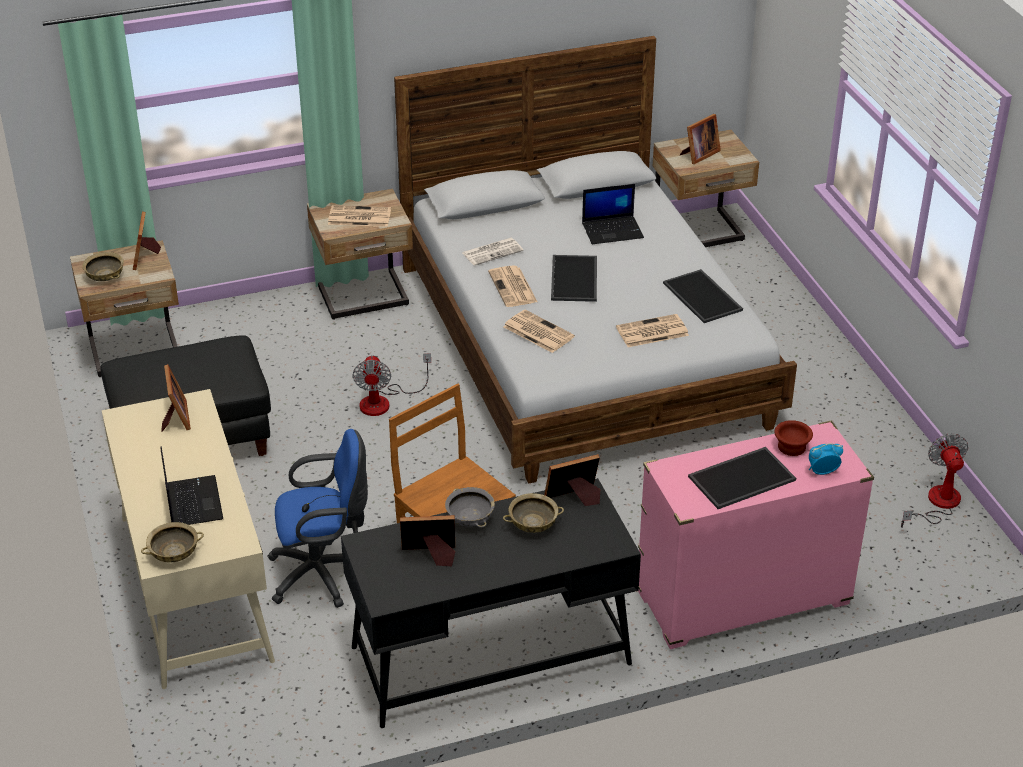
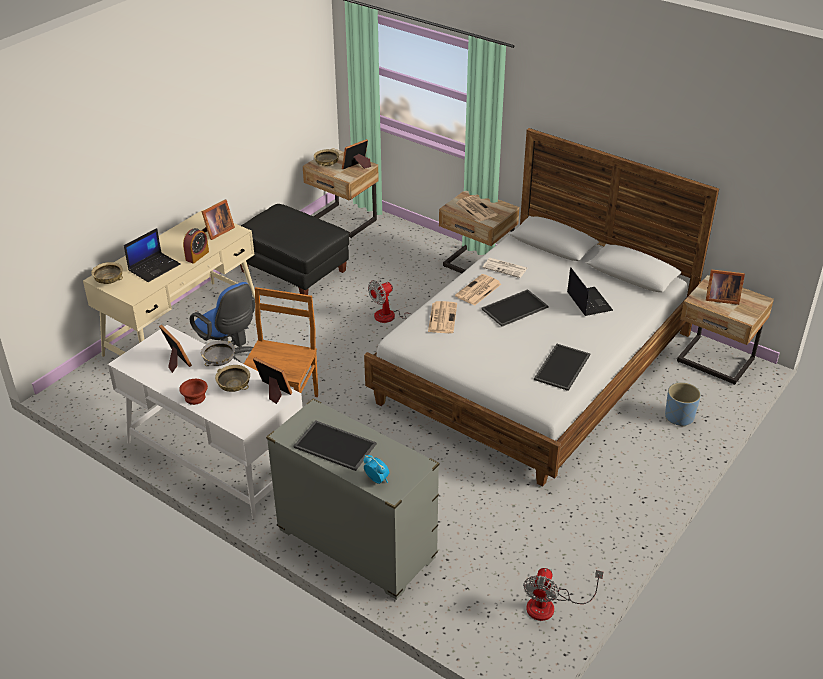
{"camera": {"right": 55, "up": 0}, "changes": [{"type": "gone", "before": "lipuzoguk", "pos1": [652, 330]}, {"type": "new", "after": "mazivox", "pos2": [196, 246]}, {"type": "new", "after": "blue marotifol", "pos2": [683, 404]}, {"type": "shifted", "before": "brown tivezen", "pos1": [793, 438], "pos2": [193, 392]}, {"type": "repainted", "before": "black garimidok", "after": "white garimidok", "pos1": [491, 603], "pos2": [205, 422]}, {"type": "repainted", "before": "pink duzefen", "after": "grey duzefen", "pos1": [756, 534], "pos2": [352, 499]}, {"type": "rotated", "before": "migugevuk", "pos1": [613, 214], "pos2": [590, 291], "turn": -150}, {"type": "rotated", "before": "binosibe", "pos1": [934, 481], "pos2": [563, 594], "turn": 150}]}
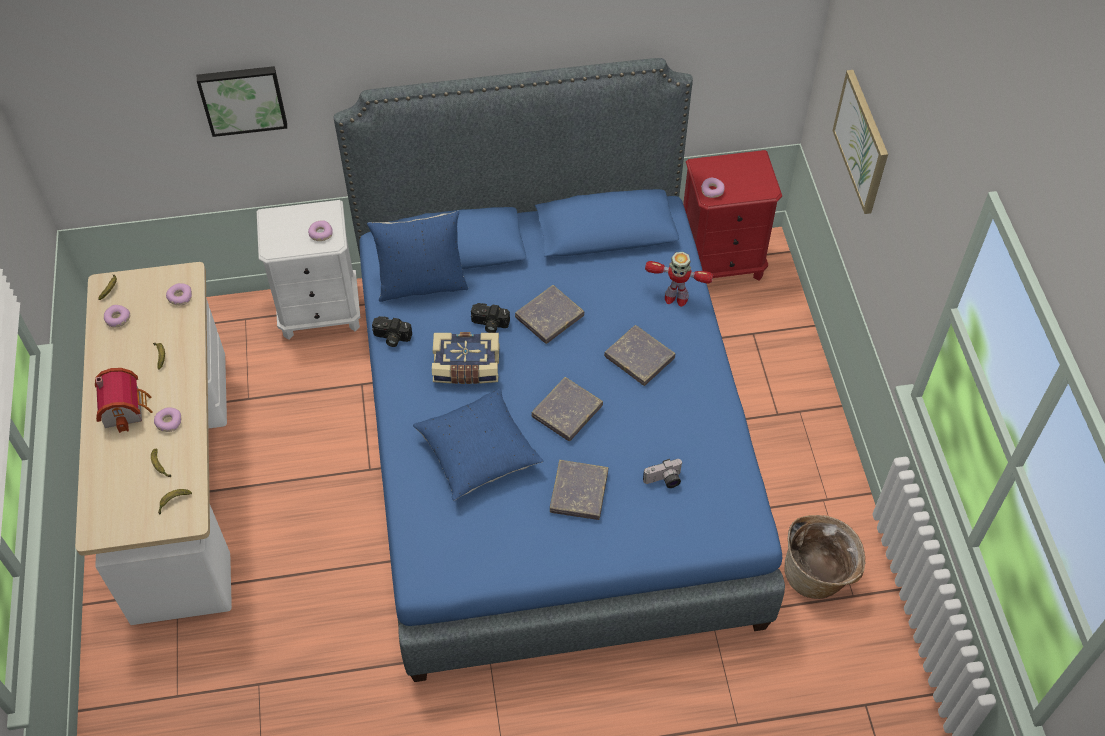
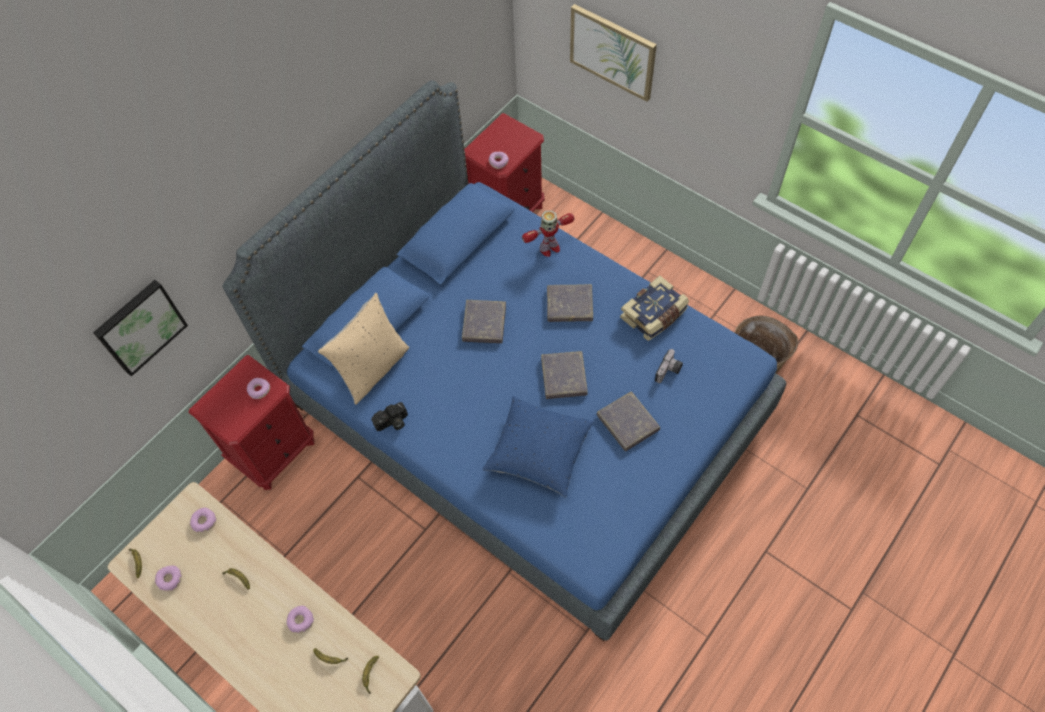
{"camera": {"right": -40, "up": 5}, "changes": [{"type": "gone", "before": "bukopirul", "pos1": [124, 400]}, {"type": "gone", "before": "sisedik", "pos1": [490, 318]}, {"type": "shifted", "before": "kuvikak", "pos1": [465, 358], "pos2": [654, 308]}, {"type": "repainted", "before": "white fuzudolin", "after": "red fuzudolin", "pos1": [308, 270], "pos2": [251, 422]}, {"type": "repainted", "before": "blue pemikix", "after": "beige pemikix", "pos1": [417, 256], "pos2": [363, 349]}]}
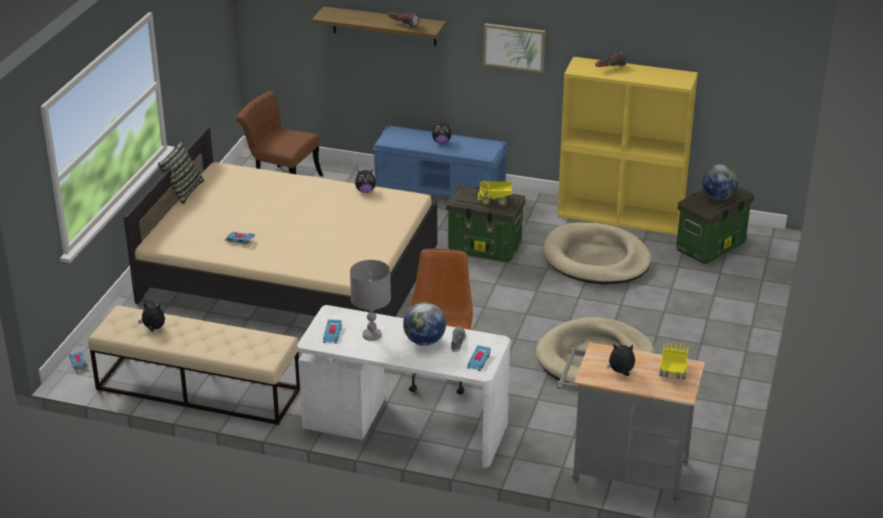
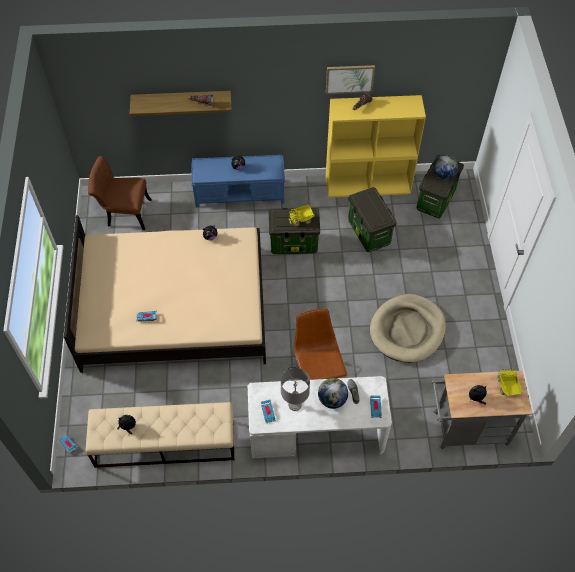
{"camera": {"right": -20, "up": 25}, "changes": [{"type": "gone", "before": "pemikix", "pos1": [181, 172]}, {"type": "shifted", "before": "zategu", "pos1": [514, 48], "pos2": [350, 79]}, {"type": "swapped", "before": "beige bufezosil", "after": "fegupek", "pos1": [597, 253], "pos2": [372, 219]}]}
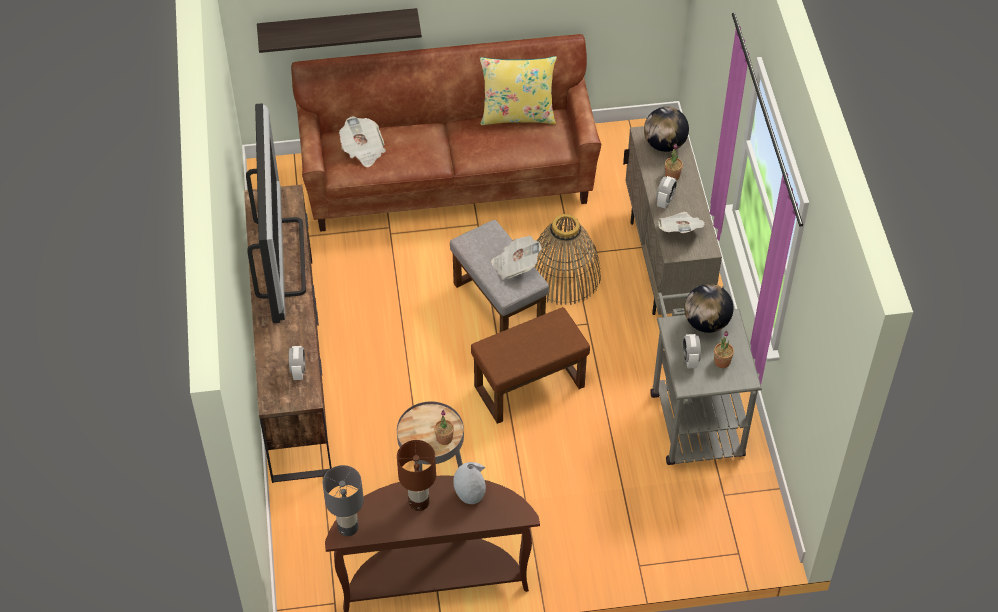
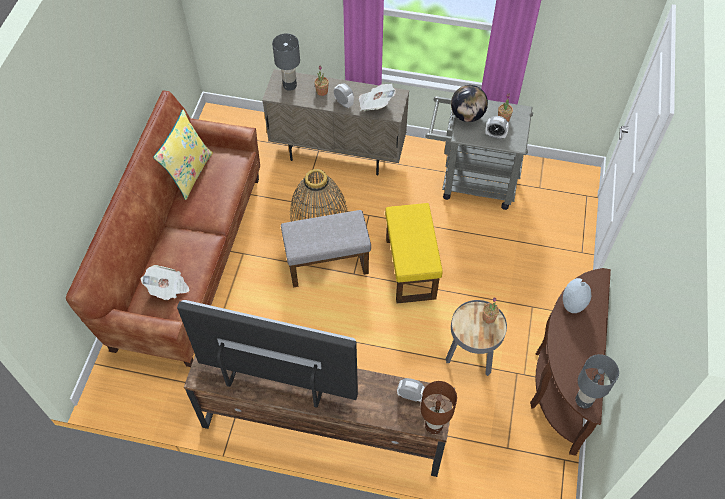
{"camera": {"right": -70, "up": 5}, "changes": [{"type": "gone", "before": "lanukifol", "pos1": [339, 30]}, {"type": "gone", "before": "lipuzoguk", "pos1": [516, 257]}, {"type": "shifted", "before": "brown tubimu", "pos1": [416, 475], "pos2": [439, 407]}, {"type": "swapped", "before": "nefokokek", "after": "grey tubimu", "pos1": [666, 129], "pos2": [286, 62]}, {"type": "repainted", "before": "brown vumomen", "after": "yellow vumomen", "pos1": [530, 365], "pos2": [414, 253]}]}
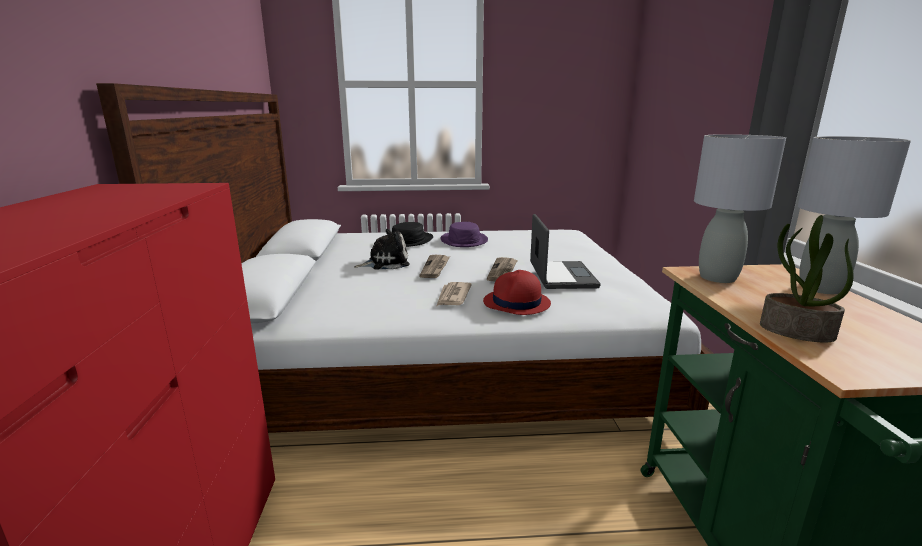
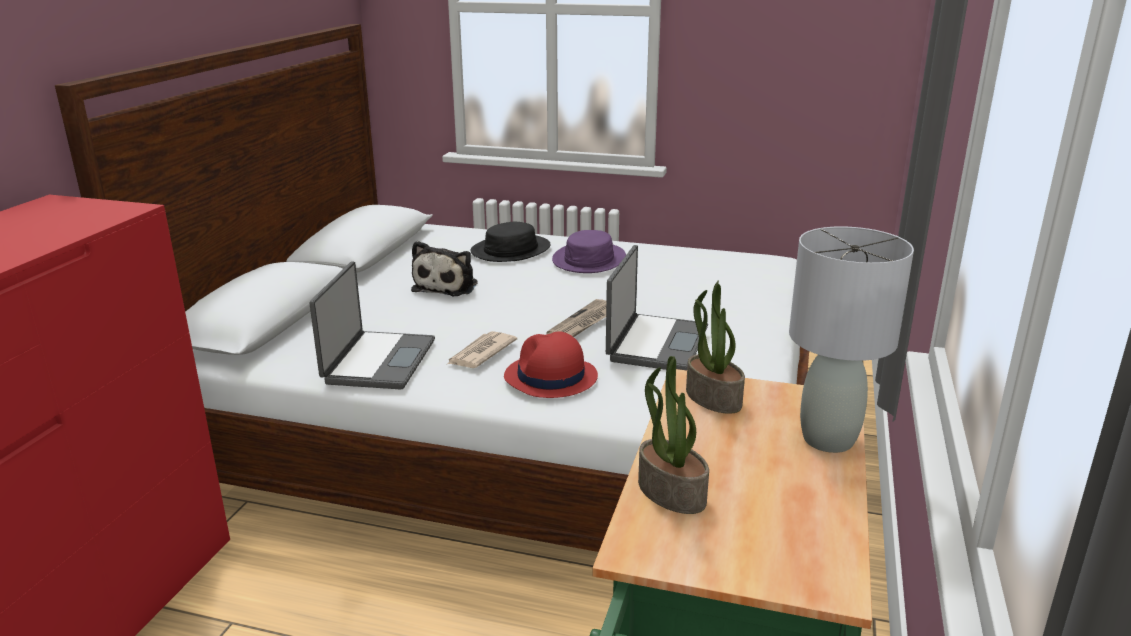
{"camera": {"right": 20, "up": 5}, "changes": [{"type": "gone", "before": "lipuzoguk", "pos1": [434, 266]}, {"type": "new", "after": "migugevuk", "pos2": [372, 326]}, {"type": "swapped", "before": "grey tubimu", "after": "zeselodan", "pos1": [740, 208], "pos2": [715, 347]}, {"type": "rotated", "before": "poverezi", "pos1": [382, 249], "pos2": [444, 268], "turn": 105}]}
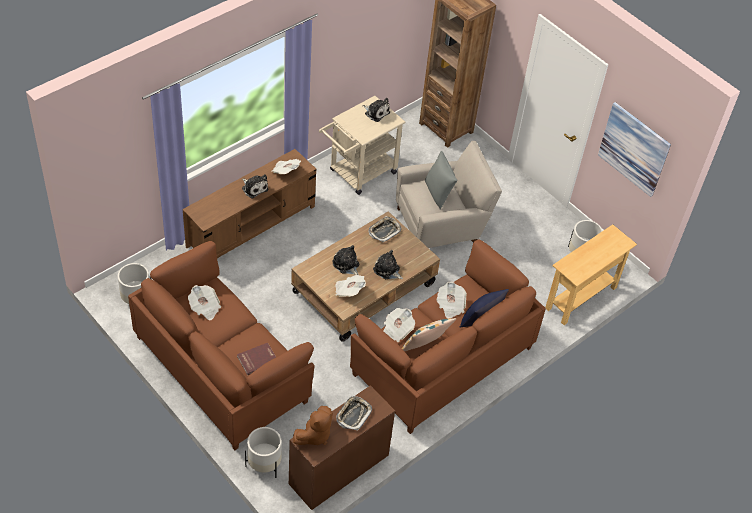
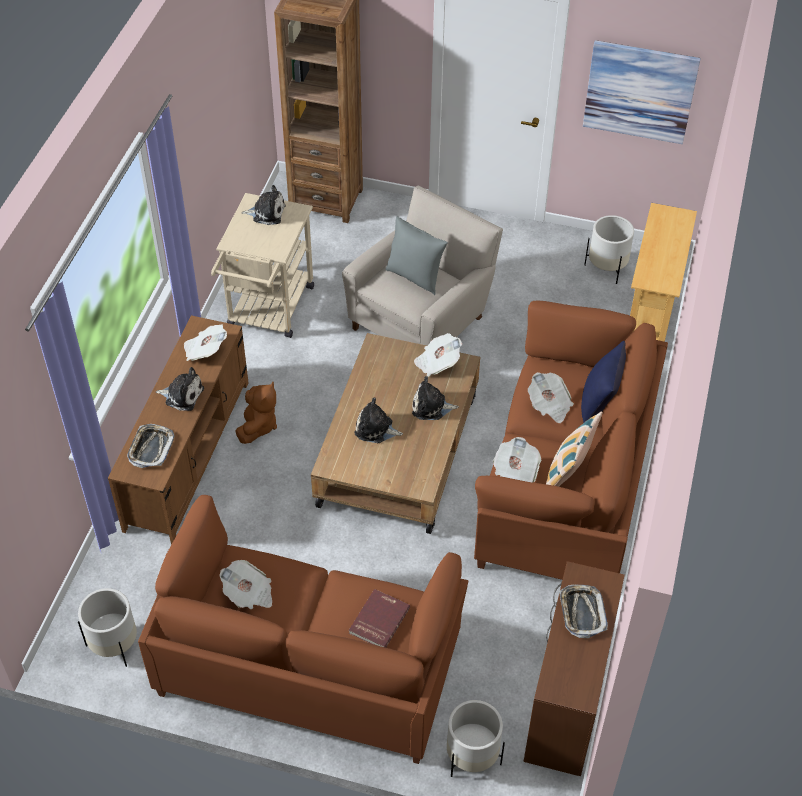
{"camera": {"right": -30, "up": 0}, "changes": [{"type": "shifted", "before": "brown poverezi", "pos1": [313, 425], "pos2": [256, 413]}, {"type": "shifted", "before": "lipuzoguk", "pos1": [350, 286], "pos2": [438, 355]}, {"type": "shifted", "before": "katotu", "pos1": [385, 229], "pos2": [151, 446]}]}
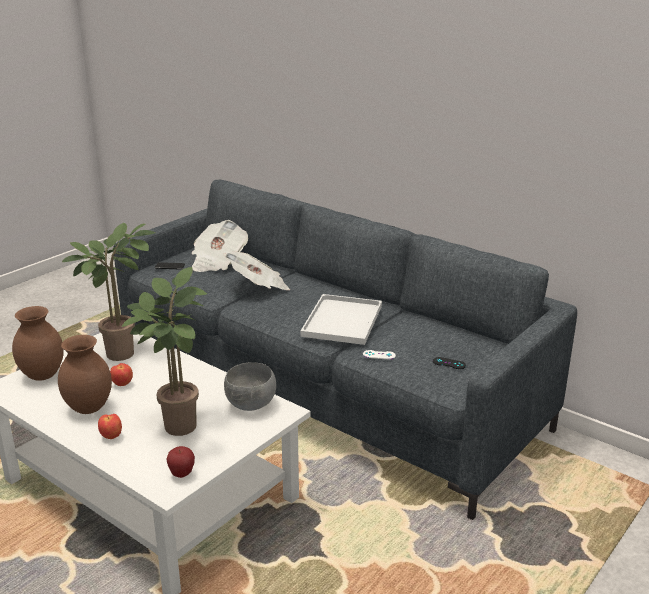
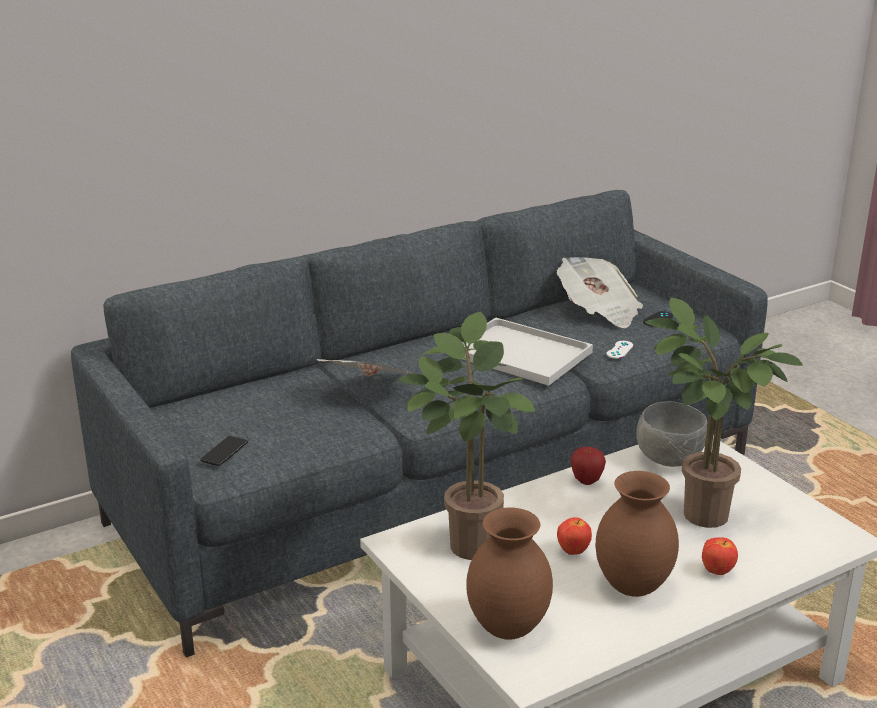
{"camera": {"right": -70, "up": 0}, "changes": [{"type": "shifted", "before": "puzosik", "pos1": [180, 462], "pos2": [588, 466]}, {"type": "shifted", "before": "lipuzoguk", "pos1": [220, 246], "pos2": [600, 292]}]}
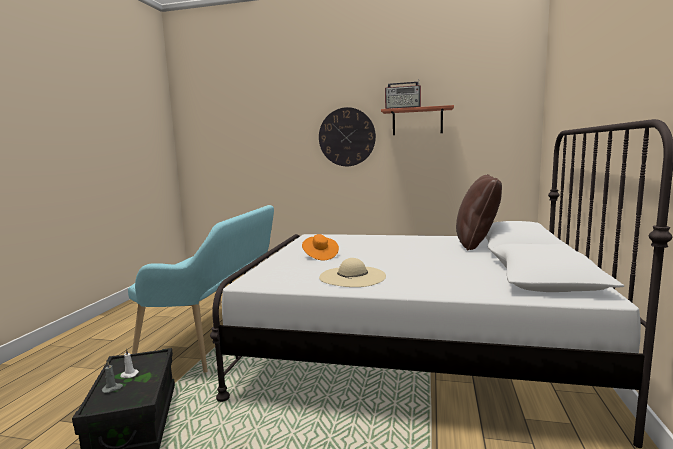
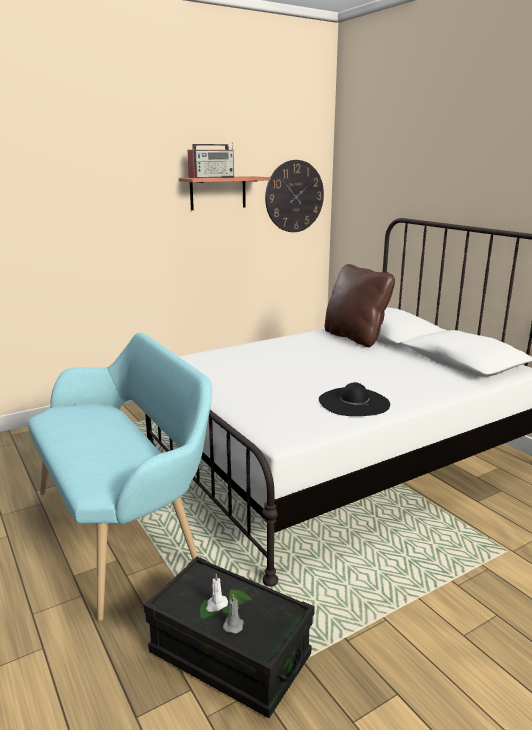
{"camera": {"right": -45, "up": 10}, "changes": [{"type": "gone", "before": "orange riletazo", "pos1": [320, 247]}, {"type": "shifted", "before": "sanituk", "pos1": [347, 136], "pos2": [294, 196]}, {"type": "repainted", "before": "beige riletazo", "after": "black riletazo", "pos1": [352, 272], "pos2": [354, 399]}]}
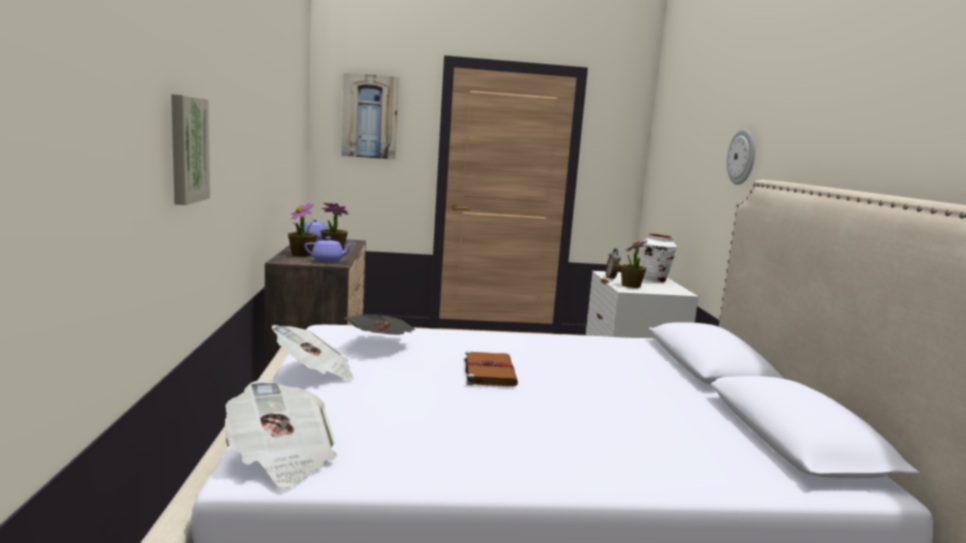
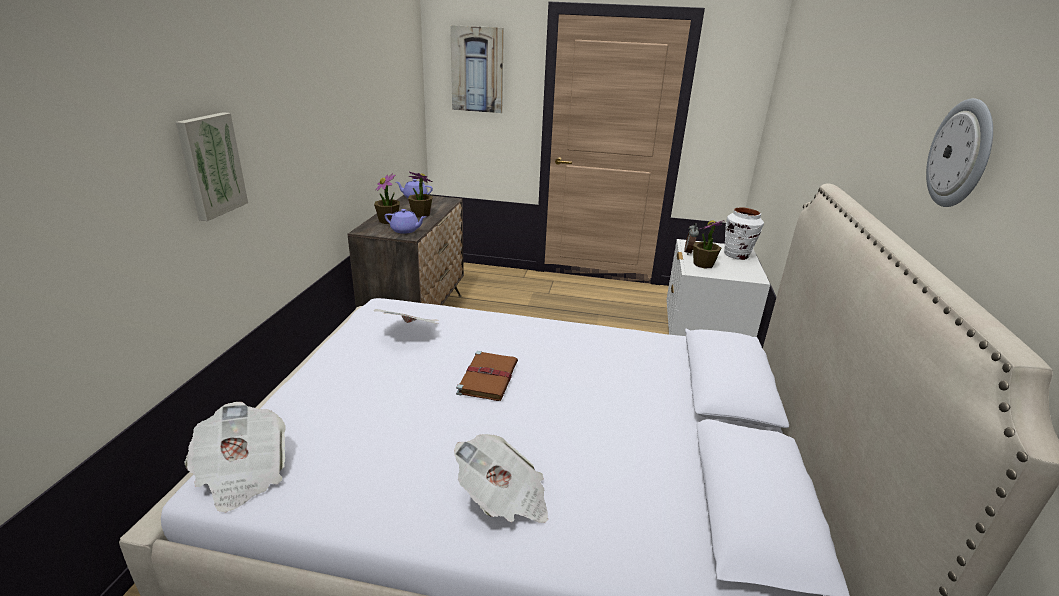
{"camera": {"right": 15, "up": 15}, "changes": [{"type": "shifted", "before": "lipuzoguk", "pos1": [313, 352], "pos2": [501, 478]}, {"type": "shifted", "before": "sanituk", "pos1": [741, 157], "pos2": [959, 152]}]}
